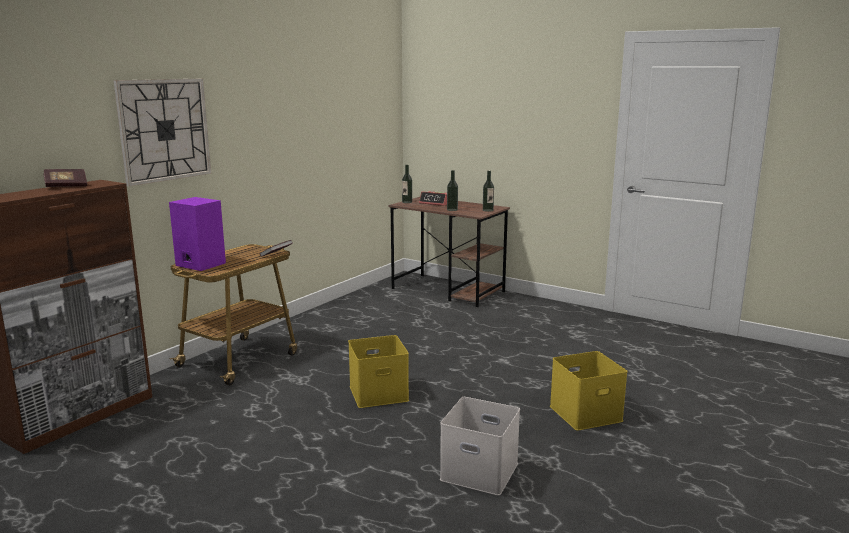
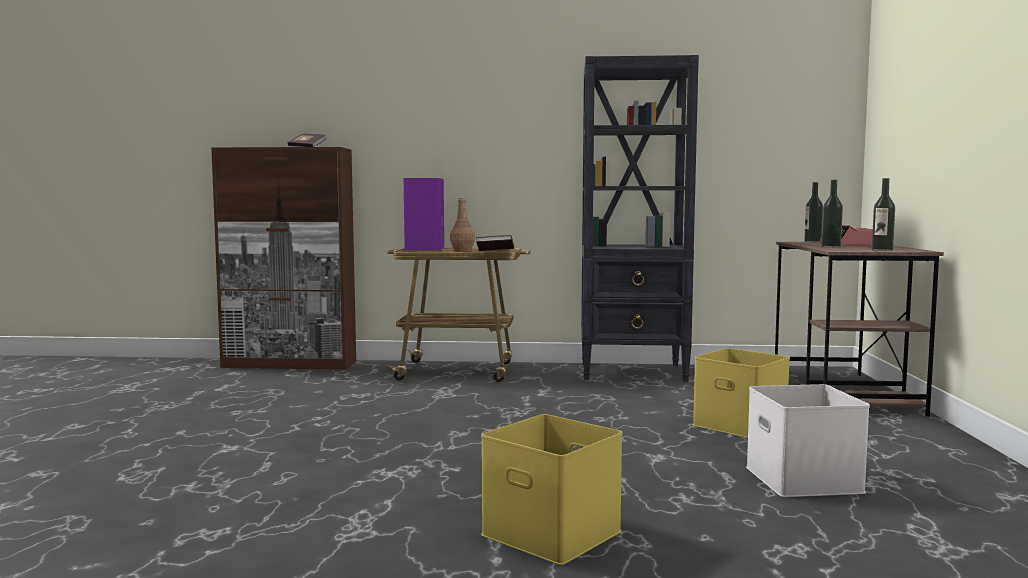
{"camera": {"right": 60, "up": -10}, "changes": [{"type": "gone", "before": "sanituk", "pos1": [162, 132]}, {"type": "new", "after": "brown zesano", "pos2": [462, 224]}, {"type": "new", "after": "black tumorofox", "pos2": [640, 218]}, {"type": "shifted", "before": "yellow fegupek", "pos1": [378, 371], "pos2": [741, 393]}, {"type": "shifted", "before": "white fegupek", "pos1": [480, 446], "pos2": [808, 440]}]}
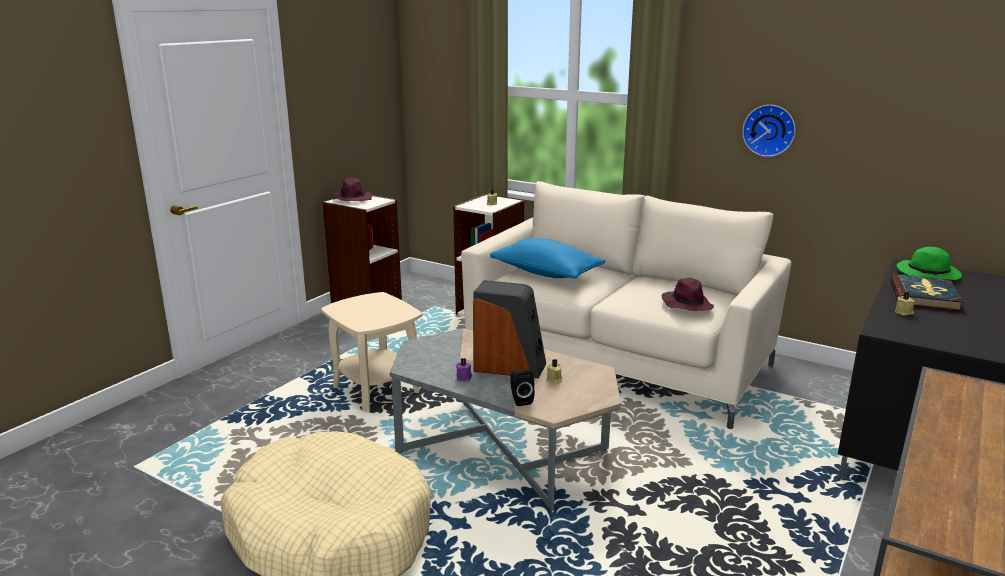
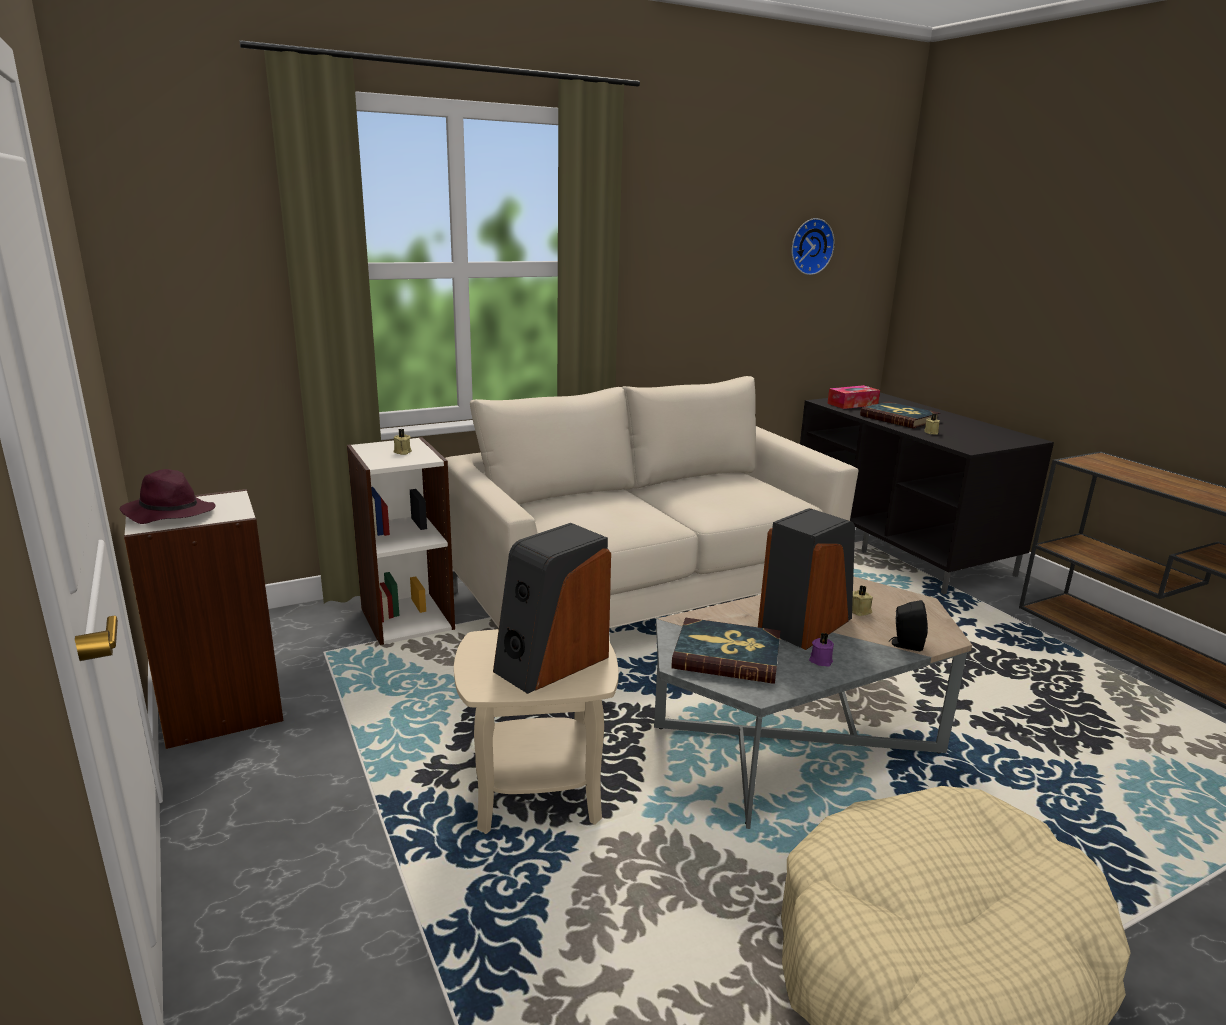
{"camera": {"right": -60, "up": 0}, "changes": [{"type": "gone", "before": "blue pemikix", "pos1": [548, 258]}, {"type": "gone", "before": "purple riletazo", "pos1": [688, 294]}, {"type": "new", "after": "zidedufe", "pos2": [552, 608]}, {"type": "new", "after": "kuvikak", "pos2": [725, 651]}, {"type": "shifted", "before": "sanituk", "pos1": [768, 131], "pos2": [813, 246]}, {"type": "swapped", "before": "green riletazo", "after": "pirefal", "pos1": [929, 263], "pos2": [853, 397]}]}
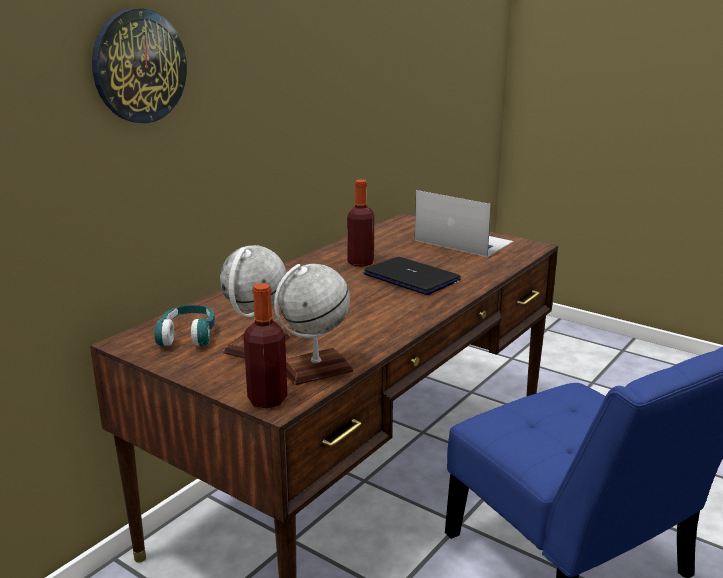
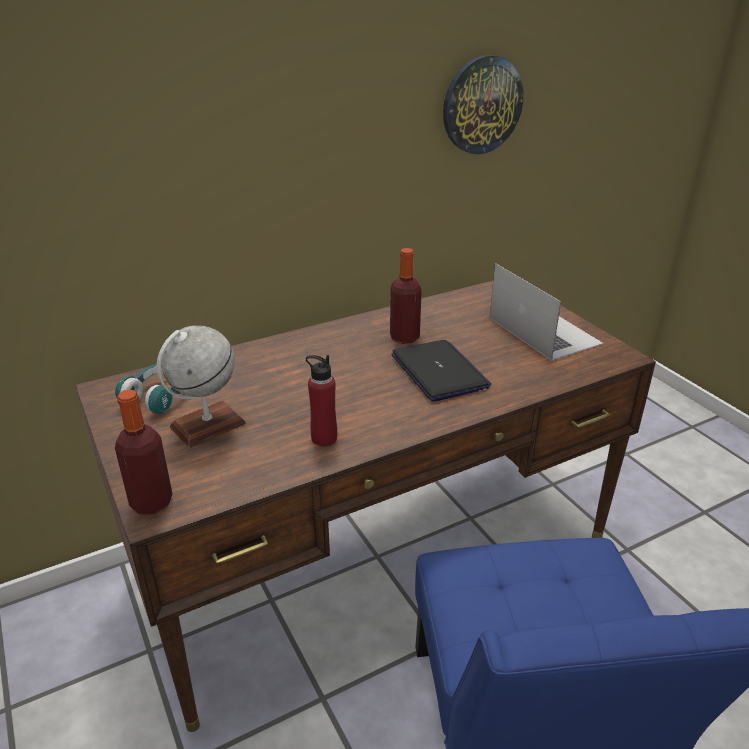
{"camera": {"right": 25, "up": 10}, "changes": [{"type": "gone", "before": "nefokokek", "pos1": [314, 324]}, {"type": "new", "after": "red zesano", "pos2": [321, 400]}, {"type": "shifted", "before": "sanituk", "pos1": [139, 65], "pos2": [483, 104]}]}
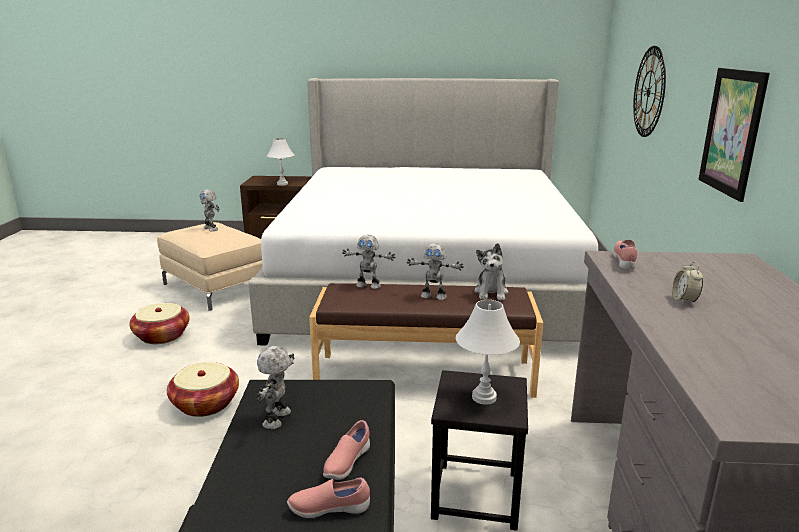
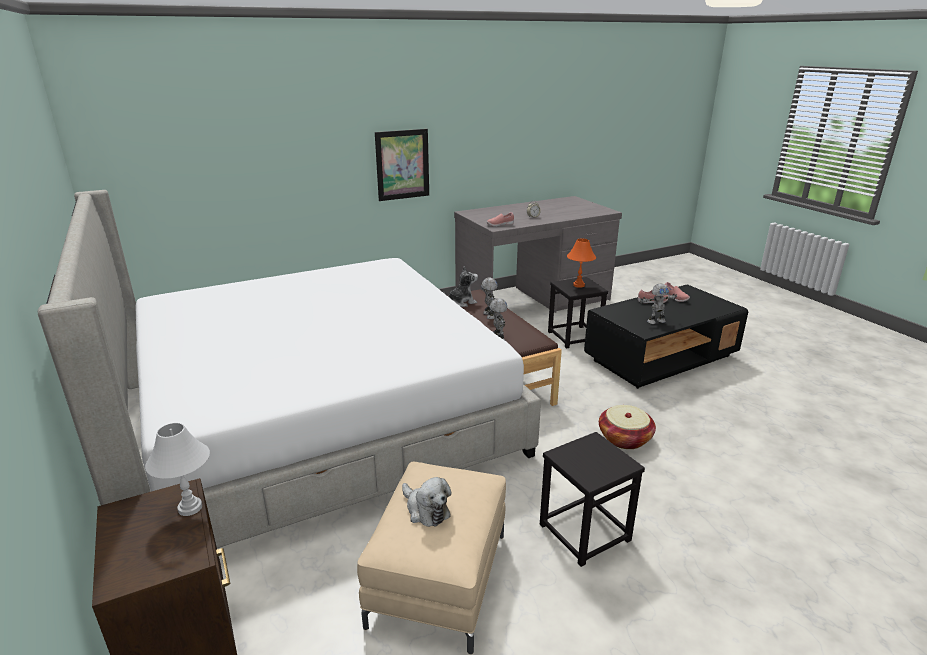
{"camera": {"right": -120, "up": 5}, "changes": [{"type": "gone", "before": "sanituk", "pos1": [649, 91]}, {"type": "swapped", "before": "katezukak", "after": "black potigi", "pos1": [159, 323], "pos2": [592, 499]}, {"type": "swapped", "before": "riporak", "after": "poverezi", "pos1": [210, 210], "pos2": [427, 502]}, {"type": "repainted", "before": "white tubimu", "after": "orange tubimu", "pos1": [488, 352], "pos2": [581, 263]}]}
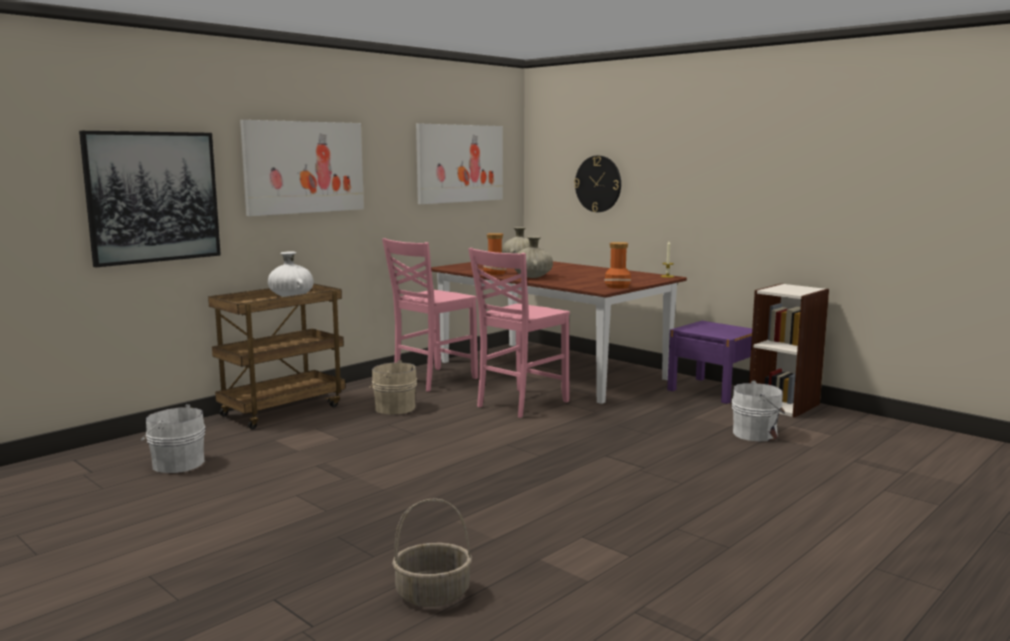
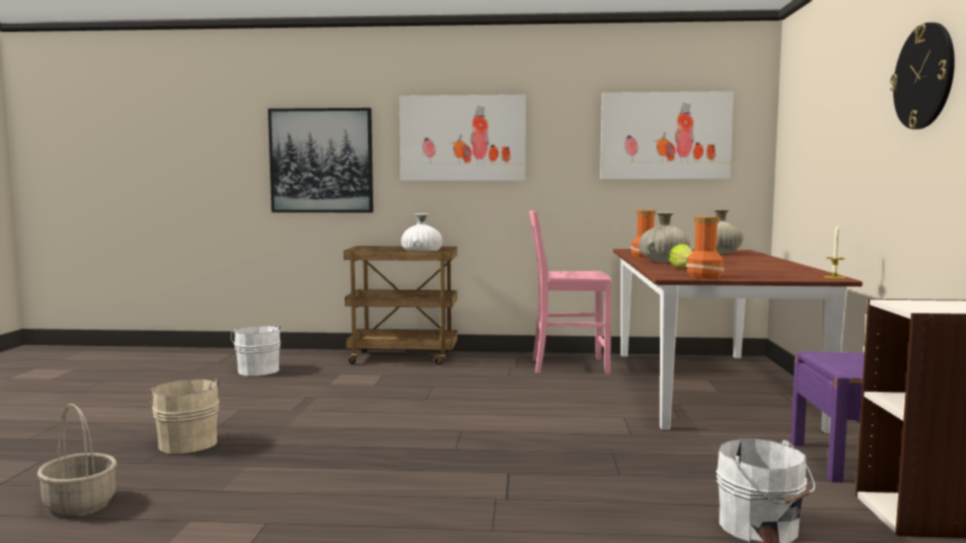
{"camera": {"right": 50, "up": -5}, "changes": [{"type": "gone", "before": "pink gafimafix", "pos1": [519, 333]}, {"type": "new", "after": "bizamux", "pos2": [681, 255]}, {"type": "shifted", "before": "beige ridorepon", "pos1": [393, 387], "pos2": [183, 416]}, {"type": "shifted", "before": "sanituk", "pos1": [597, 184], "pos2": [922, 75]}]}
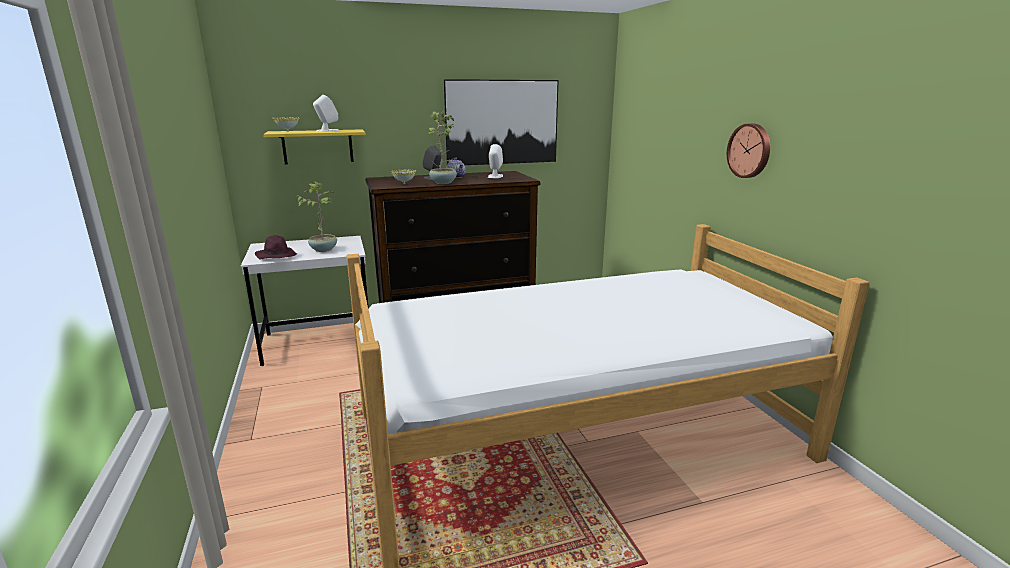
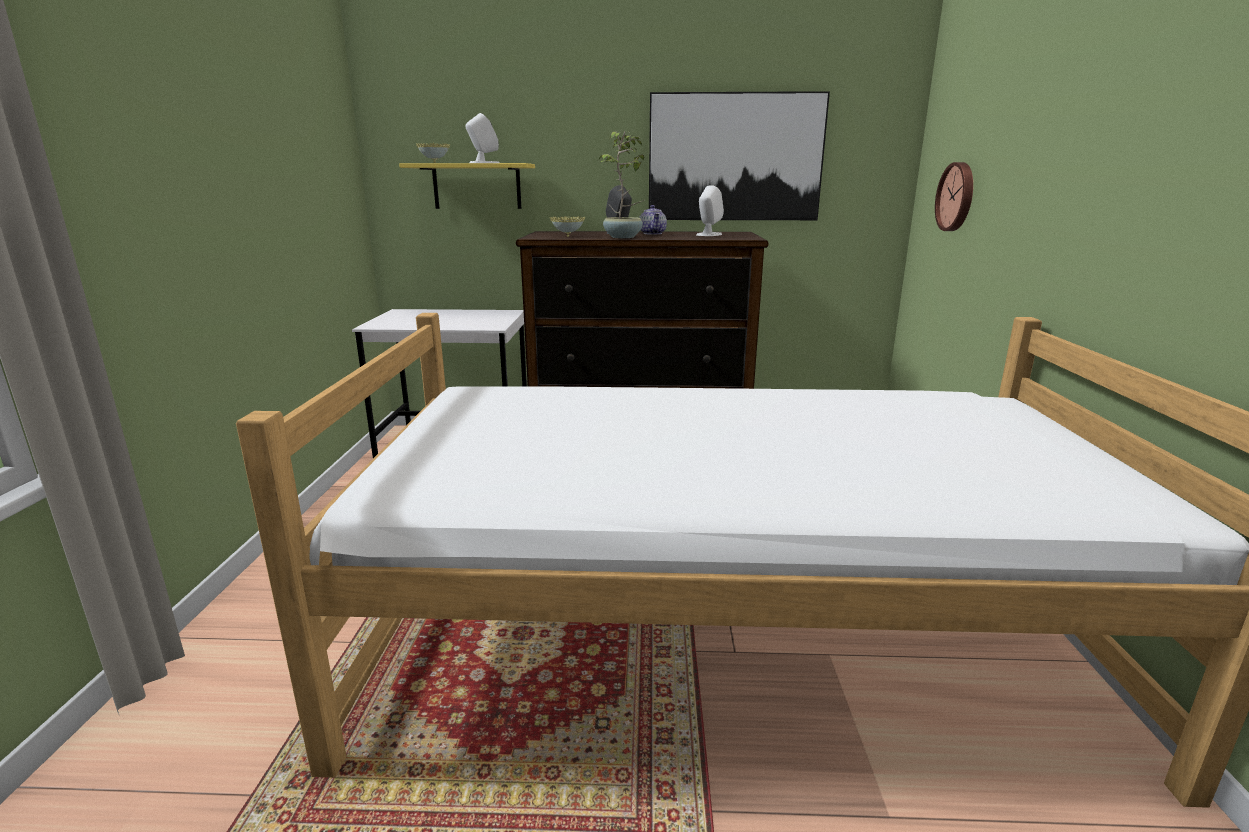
{"camera": {"right": 20, "up": 0}, "changes": [{"type": "gone", "before": "purple riletazo", "pos1": [276, 247]}, {"type": "gone", "before": "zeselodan", "pos1": [316, 216]}, {"type": "shifted", "before": "sanituk", "pos1": [748, 150], "pos2": [954, 196]}]}
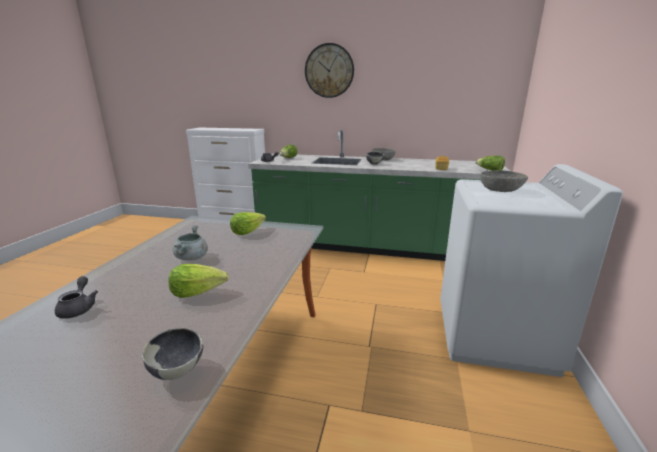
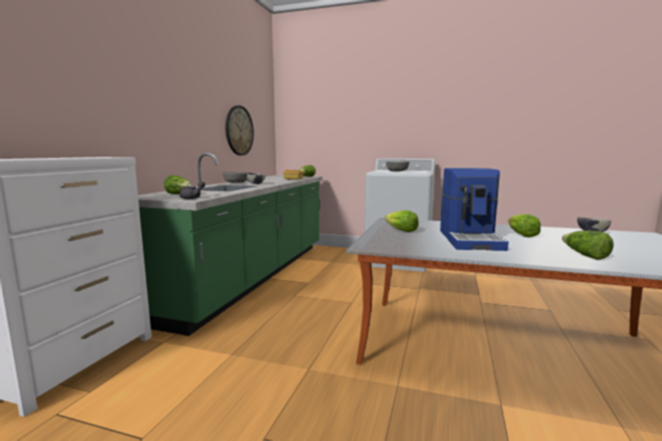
{"camera": {"right": -85, "up": -10}, "changes": [{"type": "shifted", "before": "sanituk", "pos1": [329, 70], "pos2": [240, 130]}, {"type": "swapped", "before": "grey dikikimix", "after": "bizamux", "pos1": [76, 297], "pos2": [588, 245]}, {"type": "swapped", "before": "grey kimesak", "after": "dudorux", "pos1": [190, 242], "pos2": [474, 209]}]}
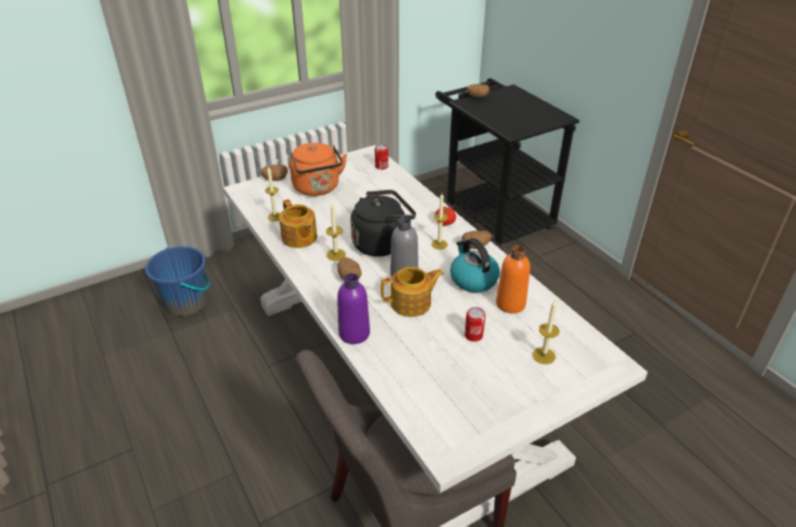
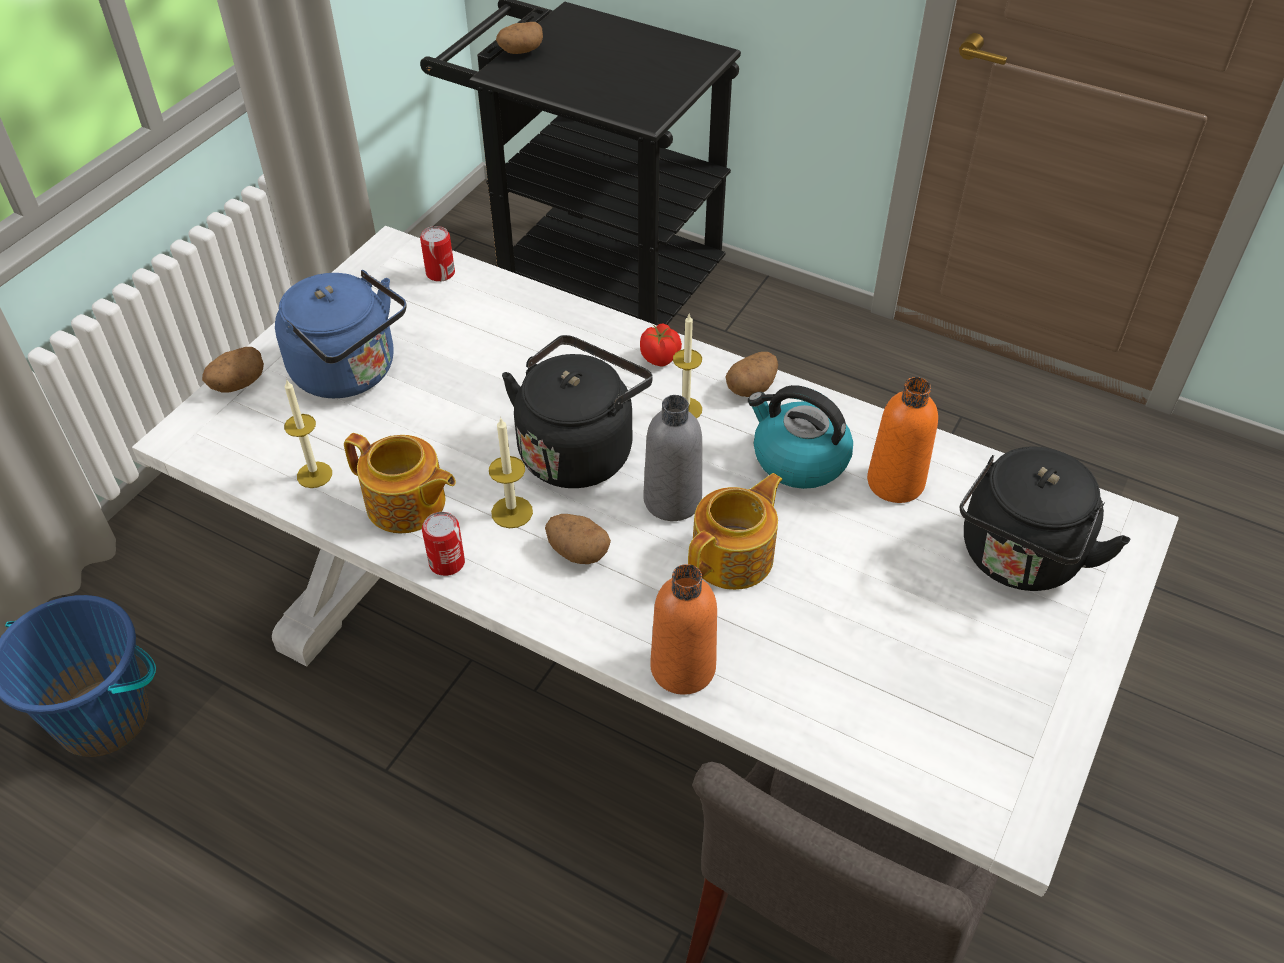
{"camera": {"right": -30, "up": 10}, "changes": [{"type": "shifted", "before": "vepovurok", "pos1": [475, 324], "pos2": [443, 544]}, {"type": "swapped", "before": "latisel", "after": "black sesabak", "pos1": [545, 332], "pos2": [1045, 519]}, {"type": "repainted", "before": "orange sesabak", "after": "blue sesabak", "pos1": [318, 169], "pos2": [341, 334]}, {"type": "repainted", "before": "purple zesano", "after": "orange zesano", "pos1": [353, 308], "pos2": [684, 629]}]}
